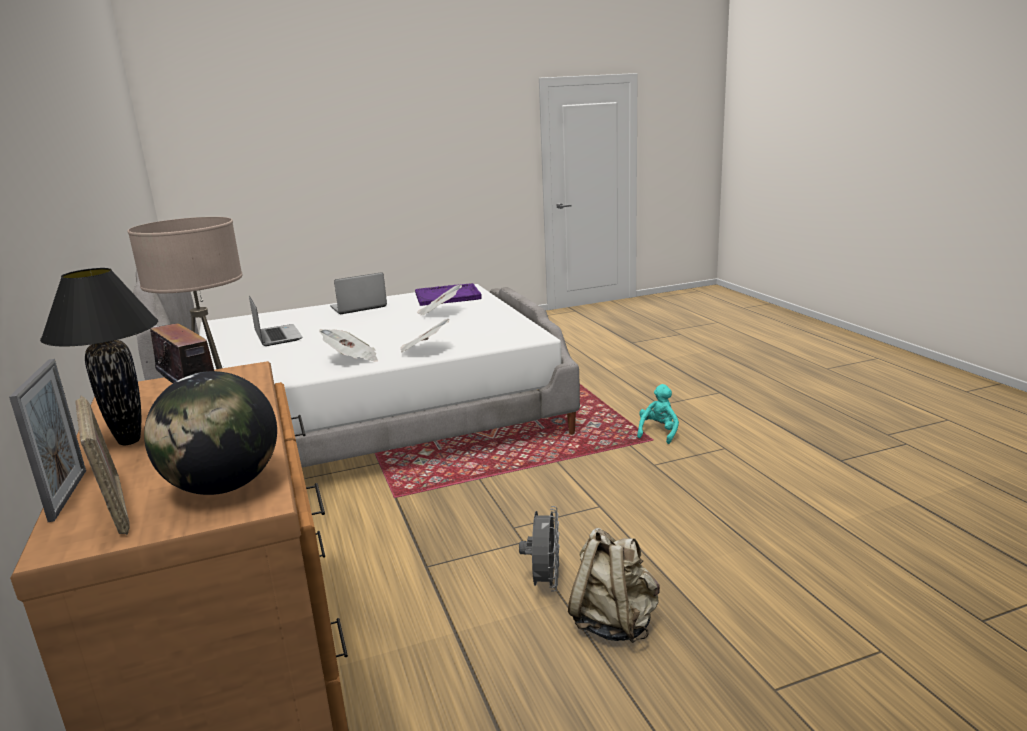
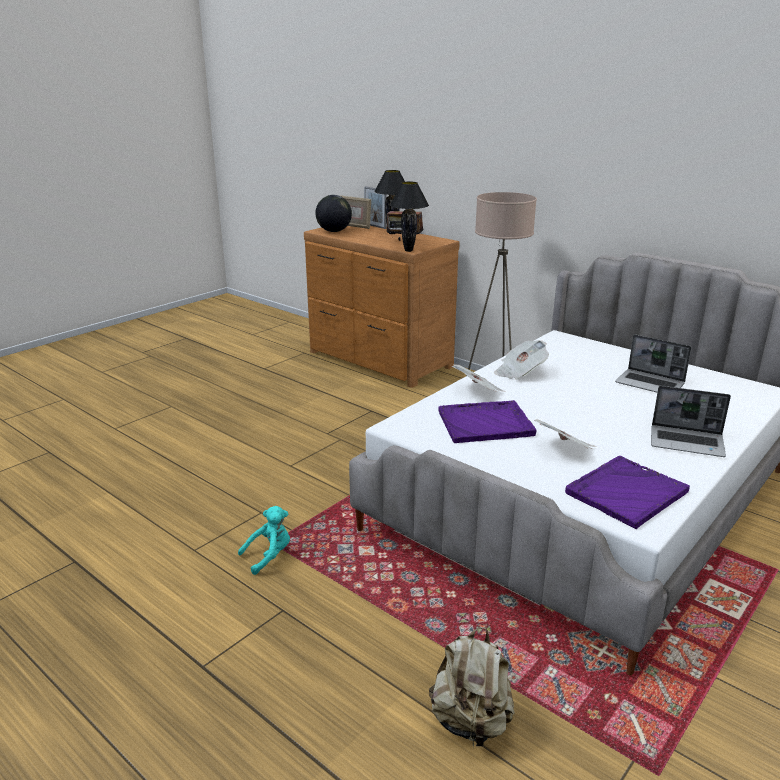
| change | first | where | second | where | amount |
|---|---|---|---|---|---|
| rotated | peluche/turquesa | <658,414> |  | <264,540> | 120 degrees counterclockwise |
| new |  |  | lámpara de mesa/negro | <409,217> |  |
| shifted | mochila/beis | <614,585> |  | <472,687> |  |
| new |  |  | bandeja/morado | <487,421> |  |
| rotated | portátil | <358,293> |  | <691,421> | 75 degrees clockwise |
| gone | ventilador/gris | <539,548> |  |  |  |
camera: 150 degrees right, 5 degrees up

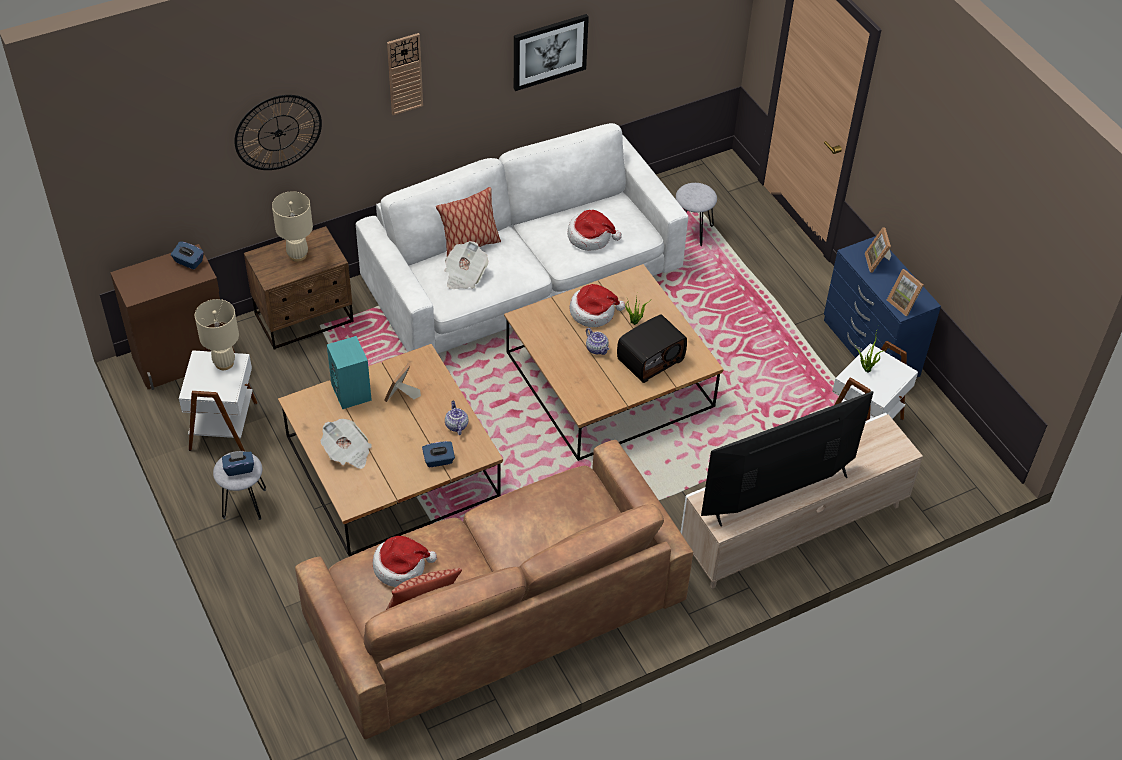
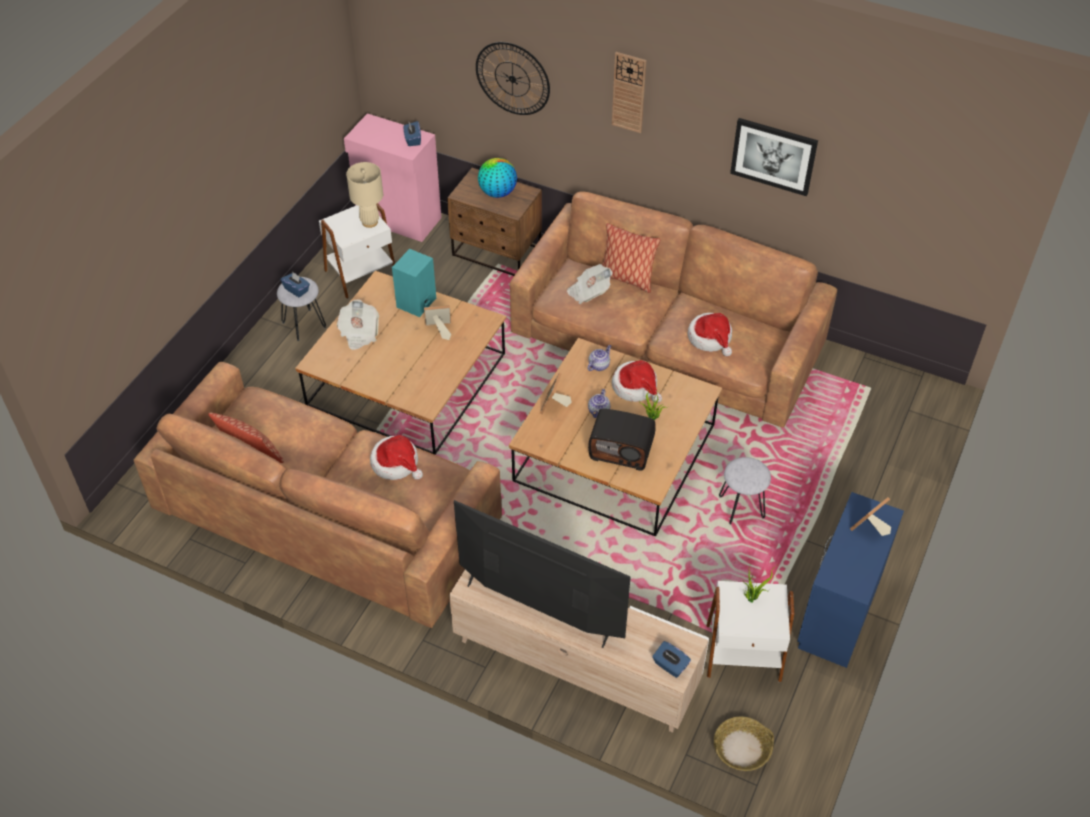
| change | first | where | second | where | amount |
|---|---|---|---|---|---|
| repainted | armario/marrón | <167,317> | armario/rosa | <392,177> |  |
| shifted | sombrero | <405,561> |  | <396,457> |  |
| swapped | lámpara de mesa/beis | <292,226> | globo terráqueo | <497,178> |  |
| repainted | sofá/blanco | <522,238> | sofá/marrón | <673,309> |  |
| shifted | portarretratos | <905,292> |  | <556,393> |  |
| shifted | tetera | <456,418> |  | <599,358> |  |
| shifted | caja de pañuelos/azul | <438,454> |  | <671,659> |  |
| new |  |  | cesta | <744,744> |  |
| shifted | taburete/gris | <696,214> |  | <745,490> |  |
camera: 55 degrees right, 0 degrees up

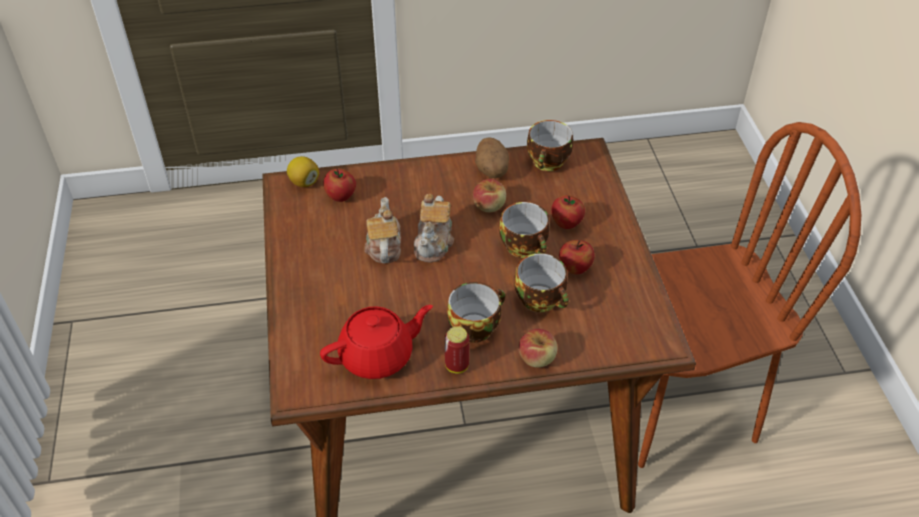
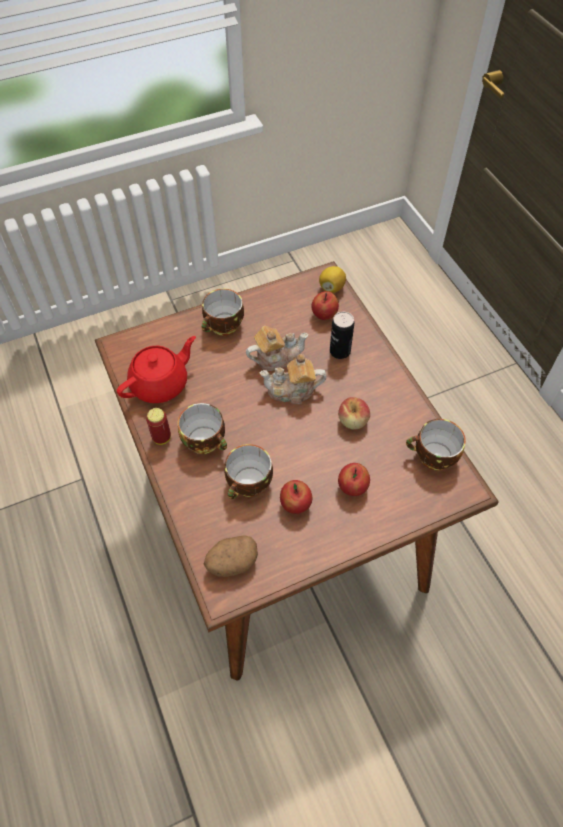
| change | first | where | second | where | amount |
|---|---|---|---|---|---|
| rotated | tetera/rojo | <376,342> |  | <156,369> | 90 degrees counterclockwise |
| shifted | taza | <524,230> |  | <222,312> |  |
| shifted | patata | <492,157> |  | <231,556> |  |
| new |  |  | lata | <342,335> |  |
| gone | manzana | <538,348> |  |  |  |
| gone | silla/marrón | <749,295> |  |  |  |
camera: 75 degrees right, 10 degrees up

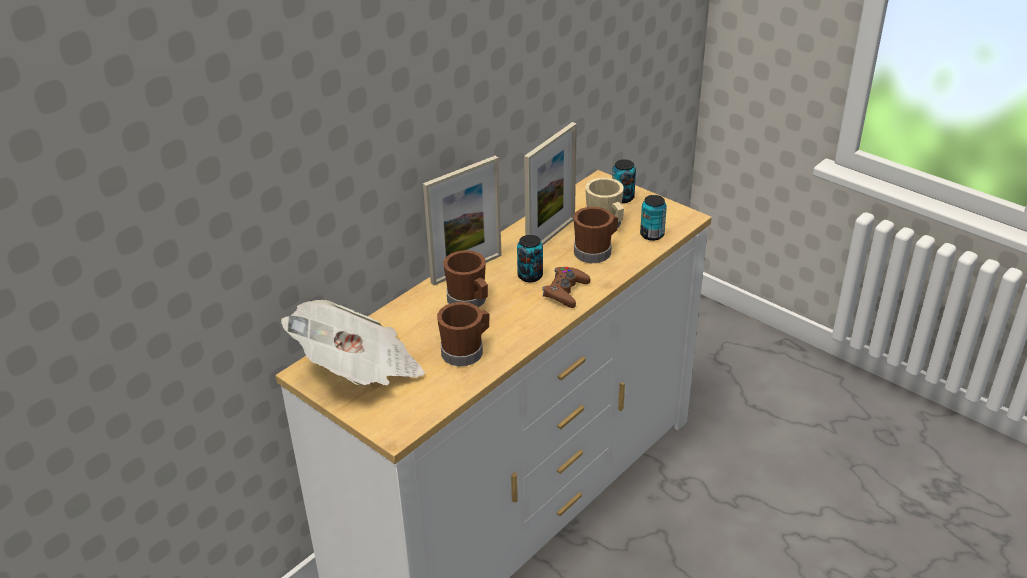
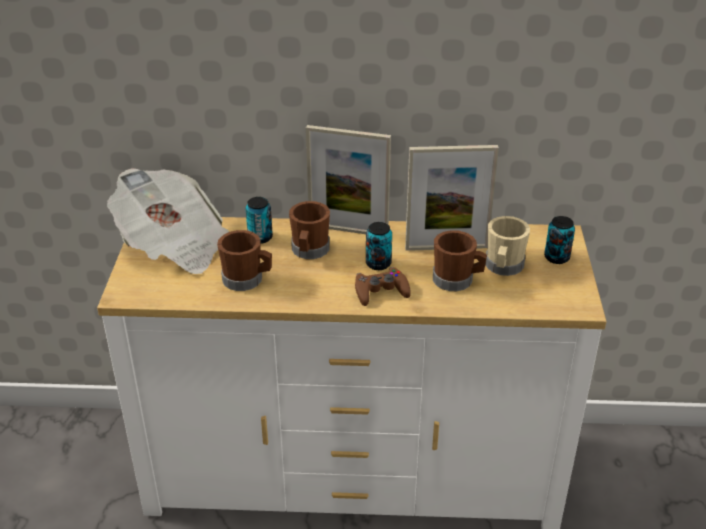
| change | first | where | second | where | amount |
|---|---|---|---|---|---|
| shifted | lata | <653,218> |  | <259,220> |  |
camera: 50 degrees right, 0 degrees up

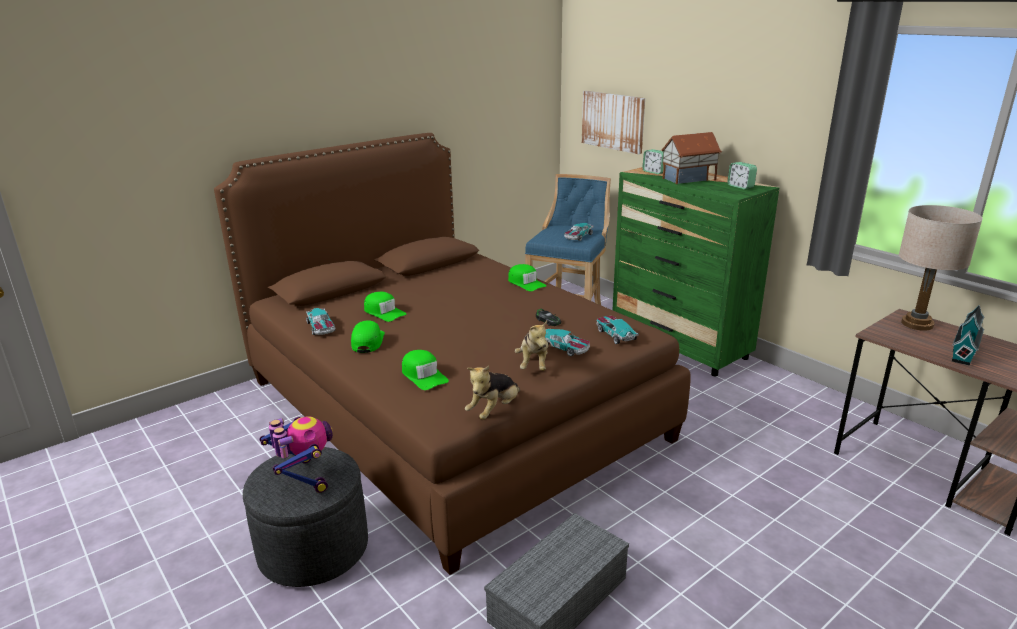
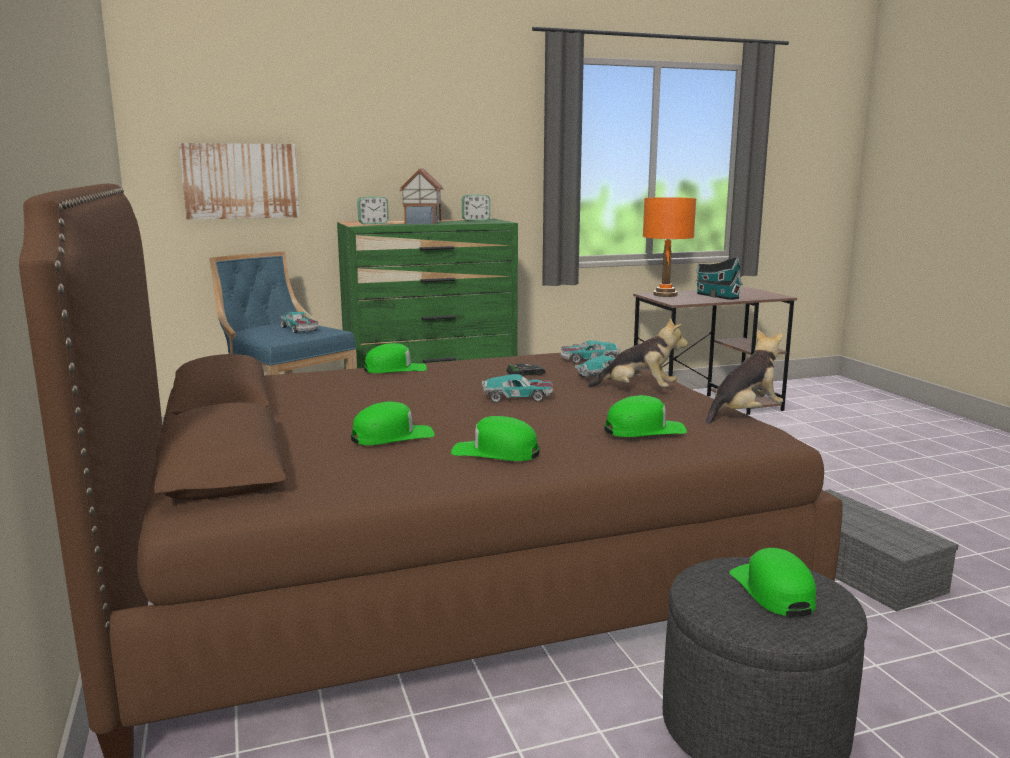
| change | first | where | second | where | amount |
|---|---|---|---|---|---|
| shifted | coche de juguete | <320,321> |  | <518,388> |  |
| repainted | lámpara de mesa/beis | <941,268> | lámpara de mesa/naranja | <669,247> |  |
| rotated | peluche | <492,393> |  | <744,376> | 90 degrees counterclockwise |
| swapped | robot de juguete | <296,454> | gorra/verde | <772,582> |  |
camera: 70 degrees left, 10 degrees down

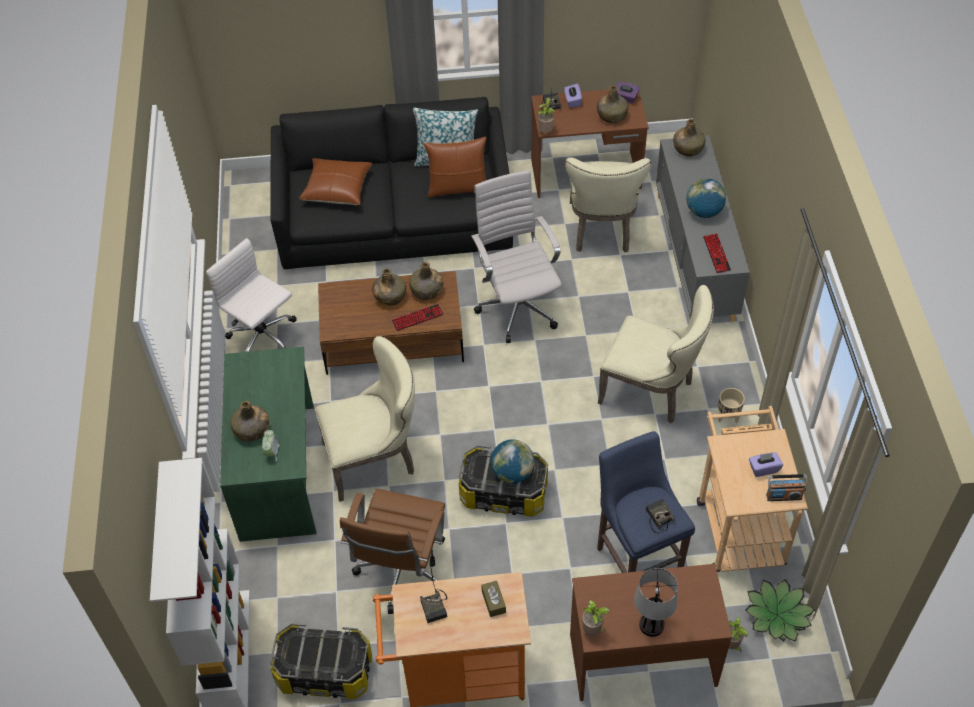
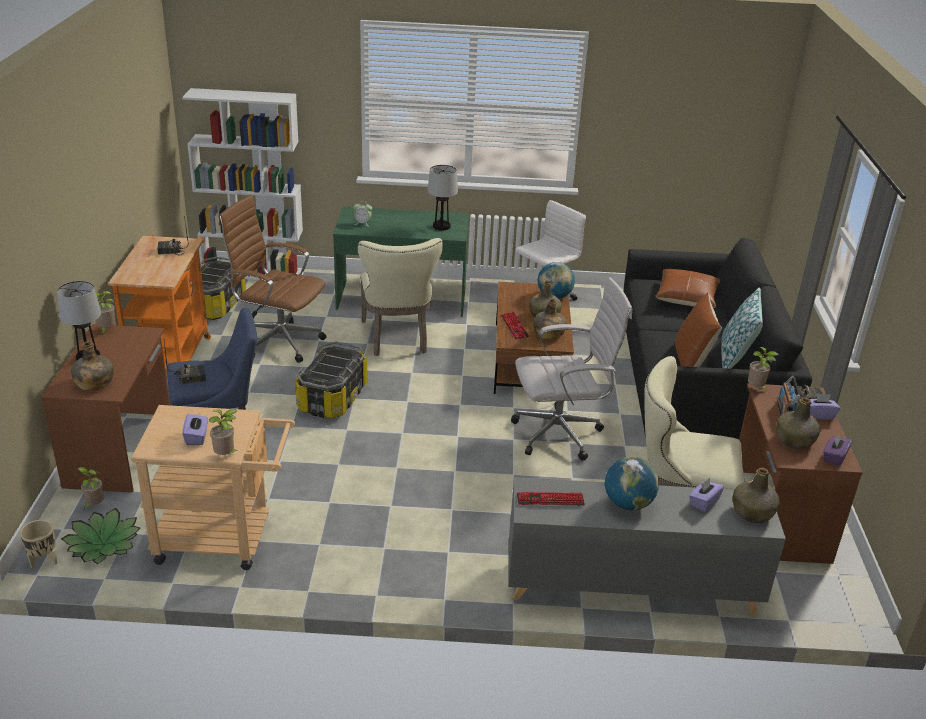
| change | first | where | second | where | amount |
|---|---|---|---|---|---|
| shifted | maceta/beis | <731,405> |  | <38,544> |  |
| shifted | botella/verde | <249,421> |  | <92,366> |  |
| new |  |  | planta en maceta | <223,432> |  |
| new |  |  | lámpara de mesa | <443,198> |  |
| shifted | globo terráqueo | <512,461> |  | <556,280> |  |
| new |  |  | caja de pañuelos/morado | <706,495> |  |
| shifted | radio | <786,487> |  | <789,395> |  |
| gone | caja de pañuelos/marrón | <493,599> |  |  |  |
| gone | silla/beis | <656,354> |  |  |  |
camera: 95 degrees right, 20 degrees down

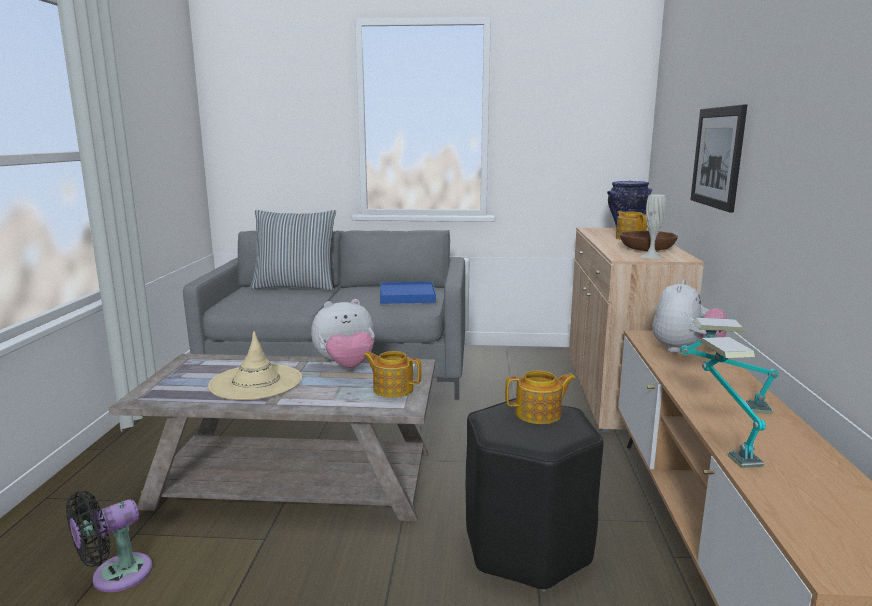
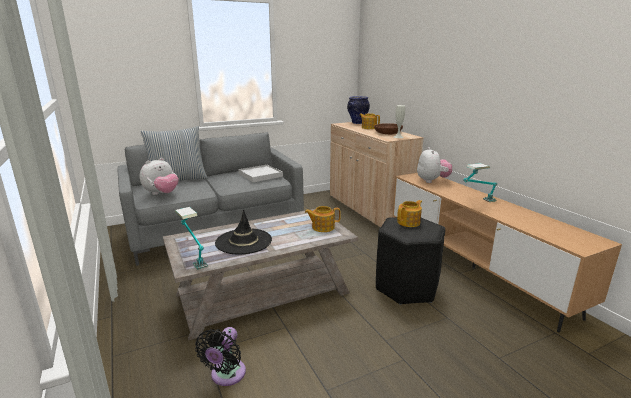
| change | first | where | second | where | amount |
|---|---|---|---|---|---|
| shifted | peluche | <343,333> |  | <159,176> |  |
| shifted | lámpara de mesa | <733,402> |  | <191,238> |  |
| repainted | sombrero/beis | <255,365> | sombrero/negro | <243,232> |  |
| repainted | bandeja/azul | <408,292> | bandeja/blanco | <260,173> |  |
| gone | cuadro | <718,158> |  |  |  |
camera: 30 degrees left, 5 degrees up

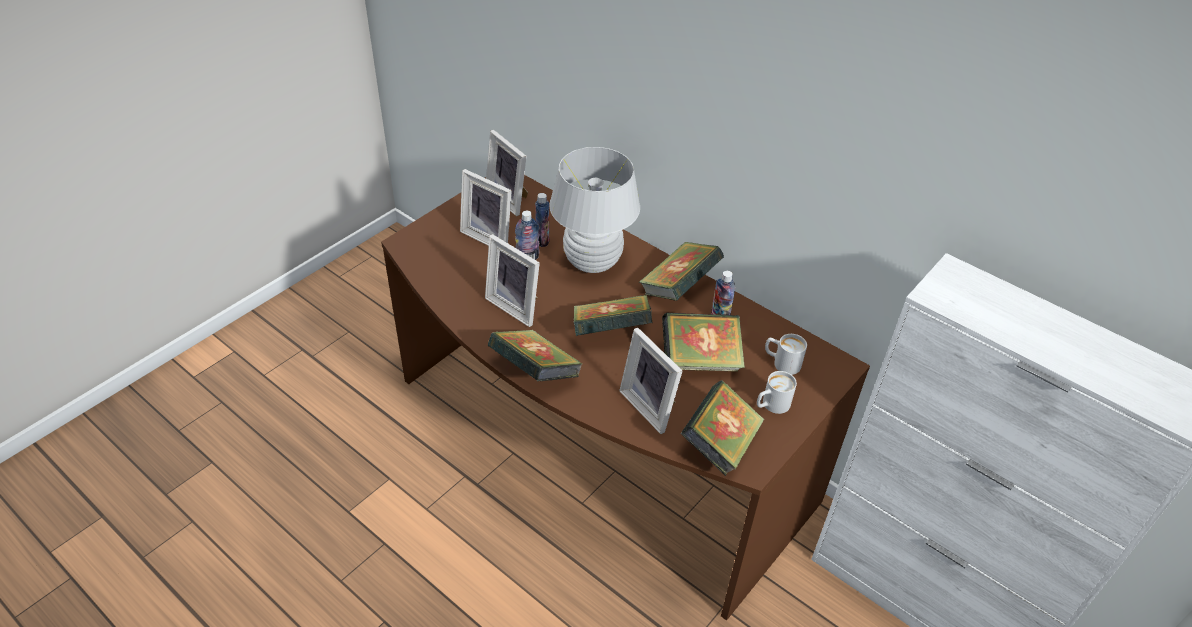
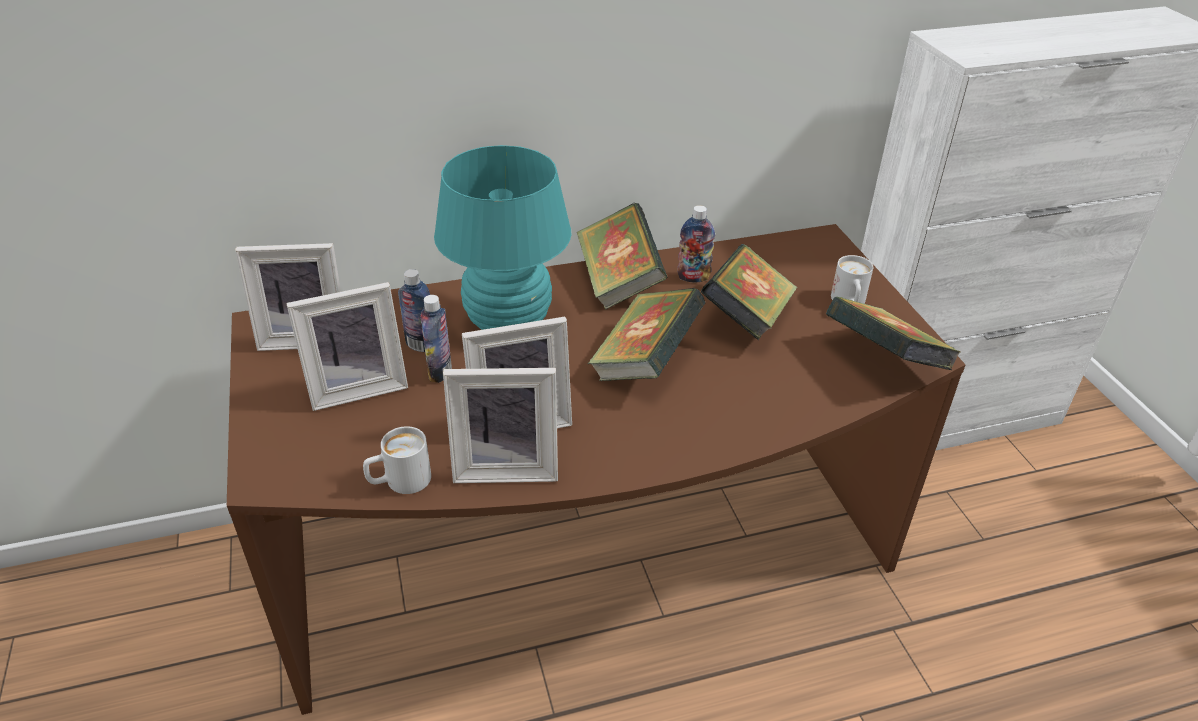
| change | first | where | second | where | amount |
|---|---|---|---|---|---|
| shifted | taza grande/blanco | <786,354> |  | <397,460> |  |
| repainted | lámpara de mesa/blanco | <594,210> | lámpara de mesa/turquesa | <502,237> |  |
| shifted | portarretratos | <651,381> |  | <500,425> |  |
| gone | libro | <535,355> |  |  |  |
camera: 55 degrees left, 5 degrees down

